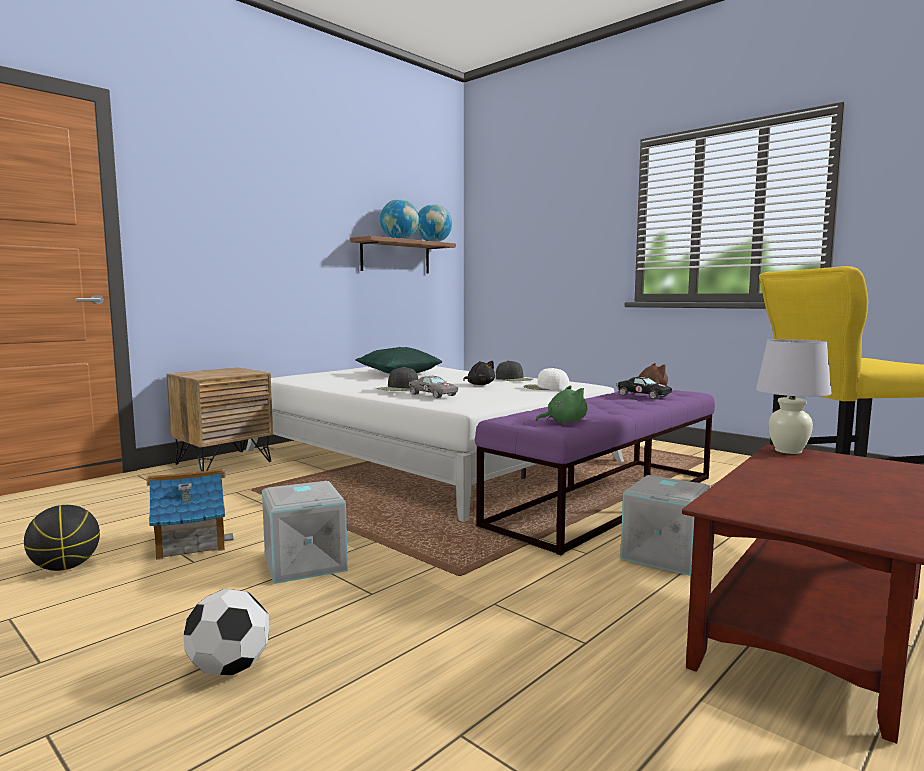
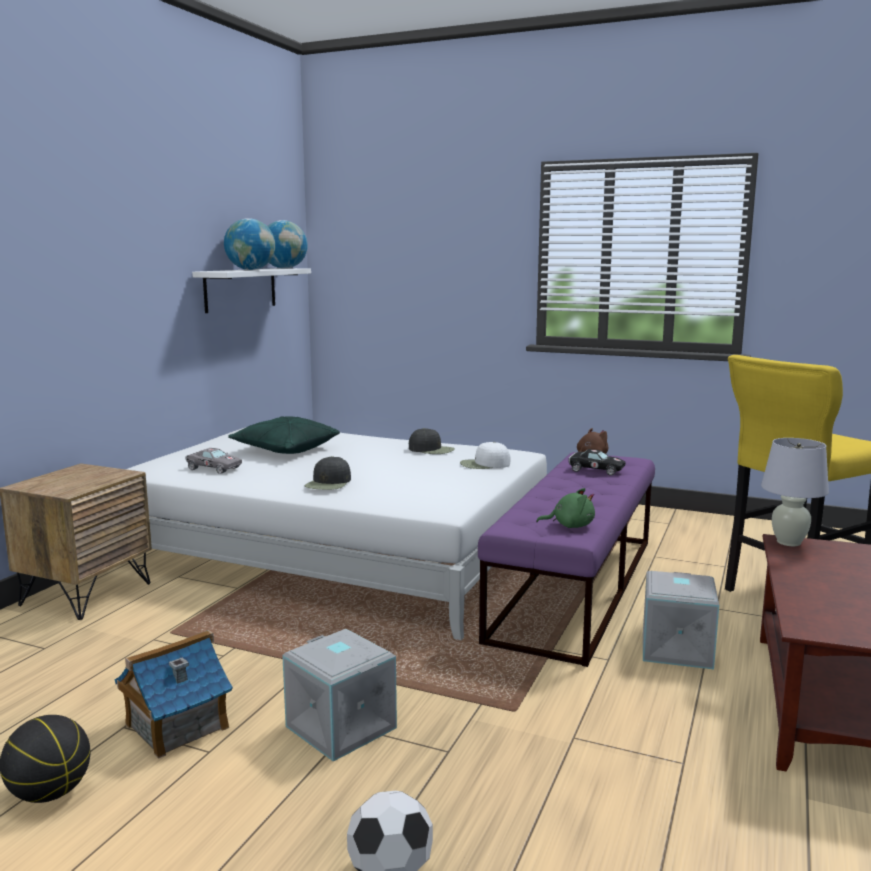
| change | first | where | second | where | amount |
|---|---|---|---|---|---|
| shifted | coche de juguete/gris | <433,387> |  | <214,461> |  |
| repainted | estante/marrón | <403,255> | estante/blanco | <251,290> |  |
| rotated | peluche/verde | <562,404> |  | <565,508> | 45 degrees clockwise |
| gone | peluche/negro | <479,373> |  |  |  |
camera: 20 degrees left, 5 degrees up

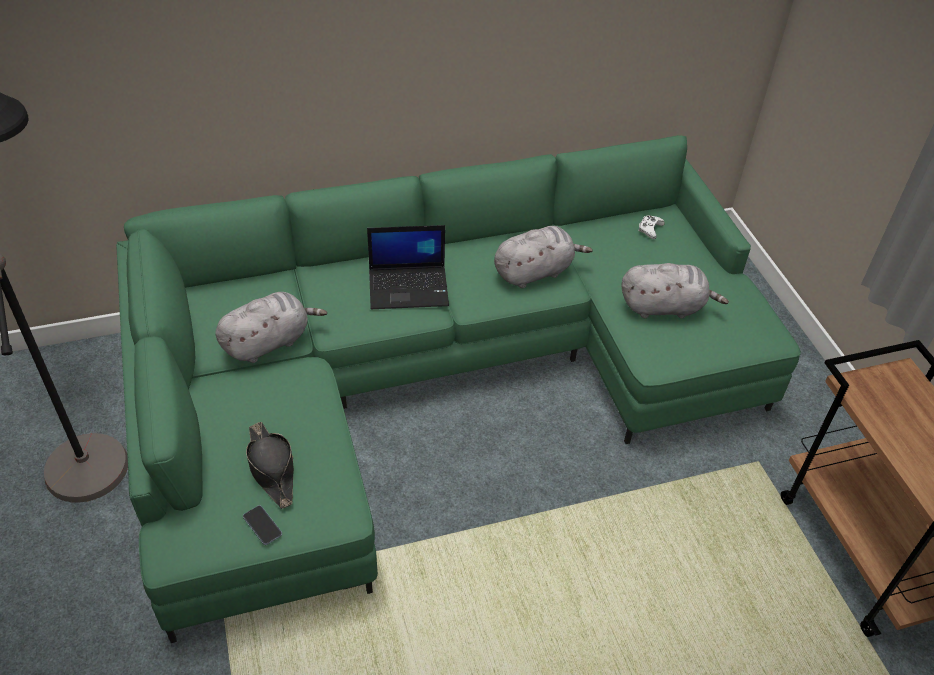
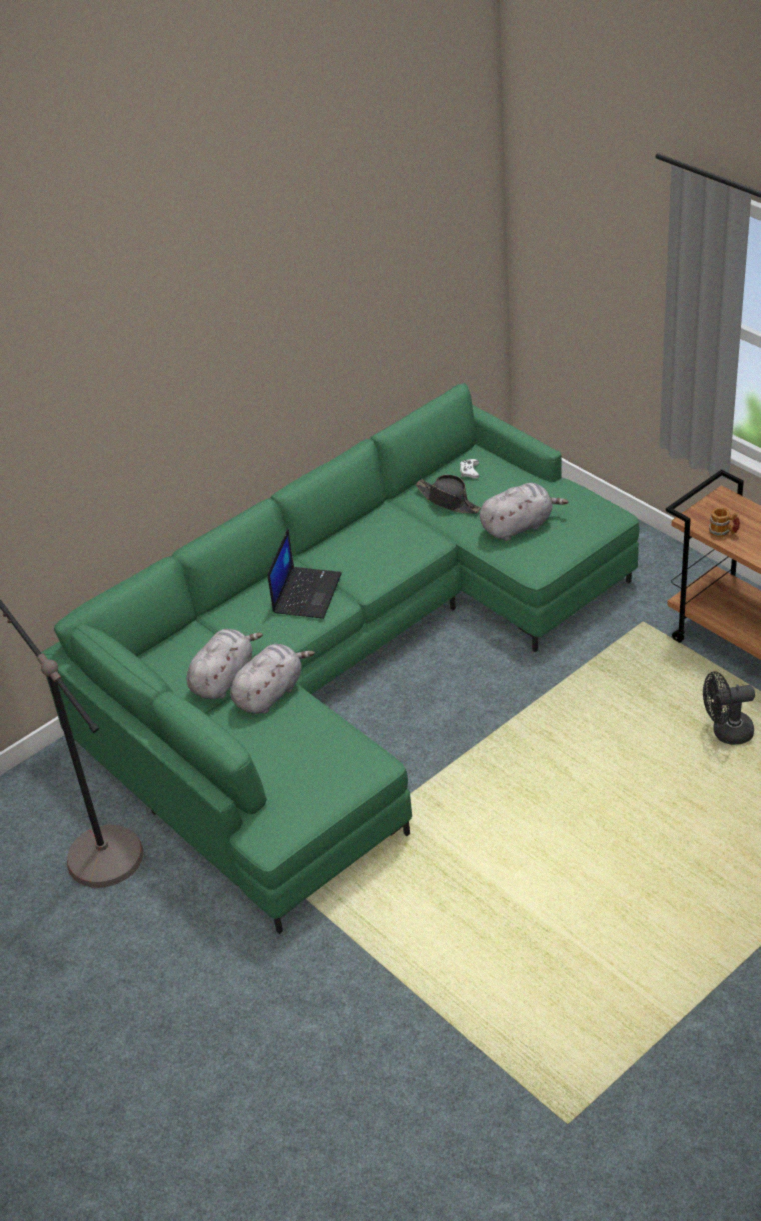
| change | first | where | second | where | amount |
|---|---|---|---|---|---|
| shifted | peluche/gris | <543,257> |  | <272,679> |  |
| rotated | portátil | <408,267> |  | <304,574> | 45 degrees counterclockwise |
| shifted | sombrero/negro | <270,465> |  | <448,494> |  |
| new |  |  | ventilador/negro | <729,708> |  |
| new |  |  | taza grande | <724,522> |  |
| gone | móvil | <262,525> |  |  |  |
camera: 20 degrees left, 5 degrees down

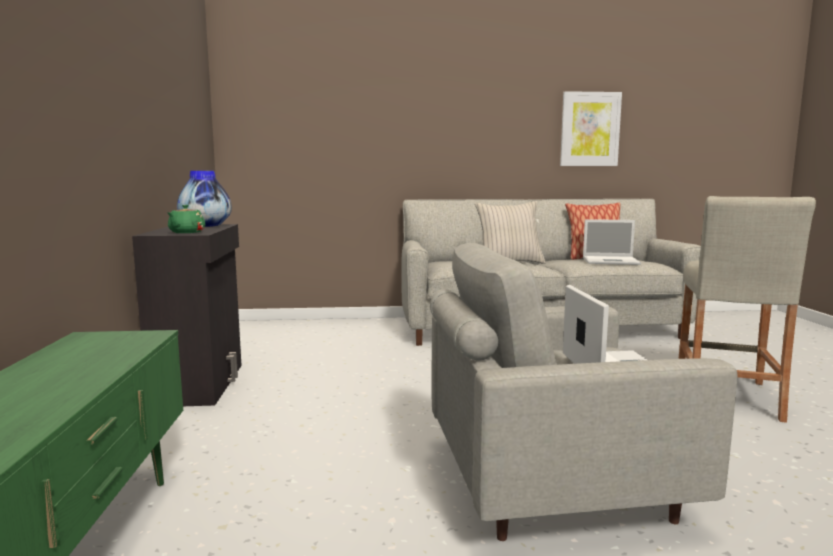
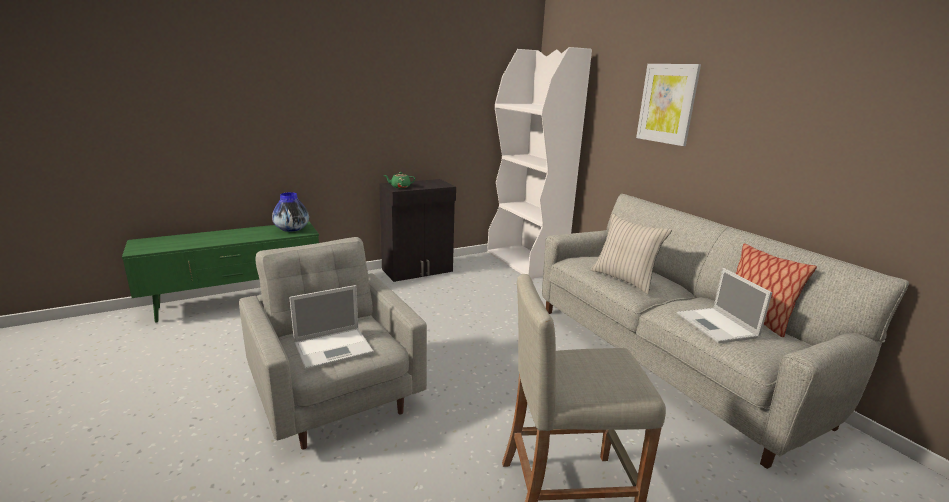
| change | first | where | second | where | amount |
|---|---|---|---|---|---|
| shifted | florero | <204,199> |  | <290,212> |  |
| new |  |  | estantería/blanco | <539,163> |  |
| shifted | cuadro | <591,128> |  | <668,105> |  |
camera: 65 degrees right, 10 degrees up

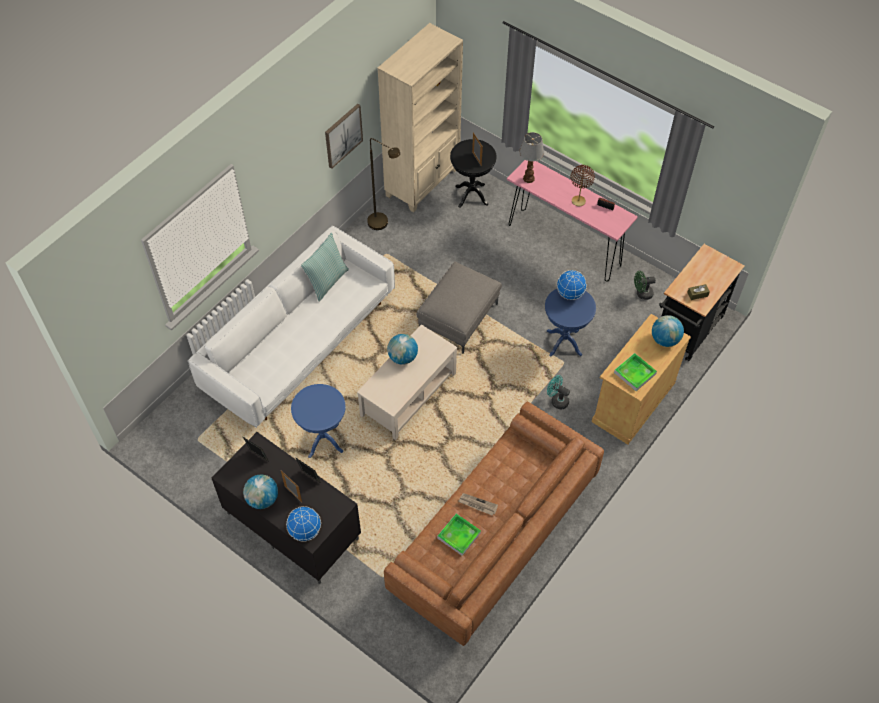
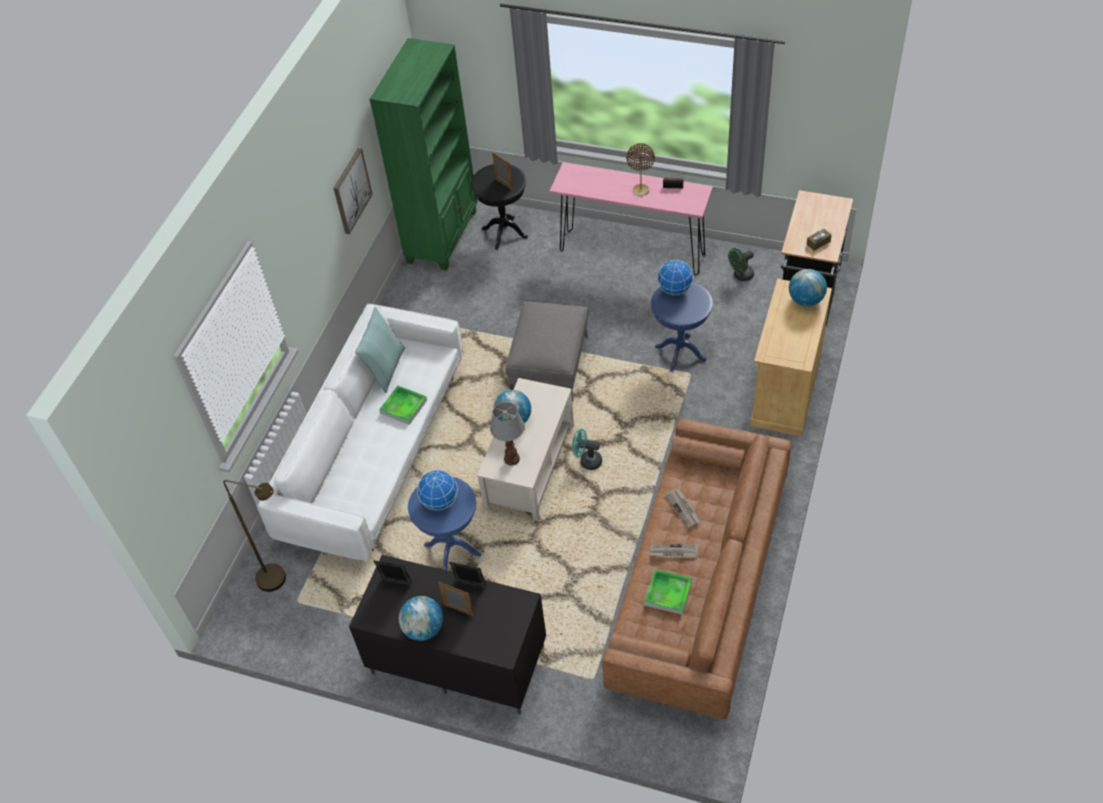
| change | first | where | second | where | amount |
|---|---|---|---|---|---|
| shifted | lámpara de pie/marrón | <383,184> |  | <254,536> |  |
| repainted | estantería/beis | <420,117> | estantería/verde | <424,154> |  |
| shifted | bandeja | <635,372> |  | <403,405> |  |
| shifted | globo terráqueo | <303,524> |  | <437,490> |  |
| shifted | lámpara de mesa | <531,157> |  | <507,434> |  |
| shifted | ventilador/turquesa | <558,392> |  | <587,449> |  |
| new |  |  | periódico | <683,508> |  |
camera: 15 degrees left, 5 degrees down

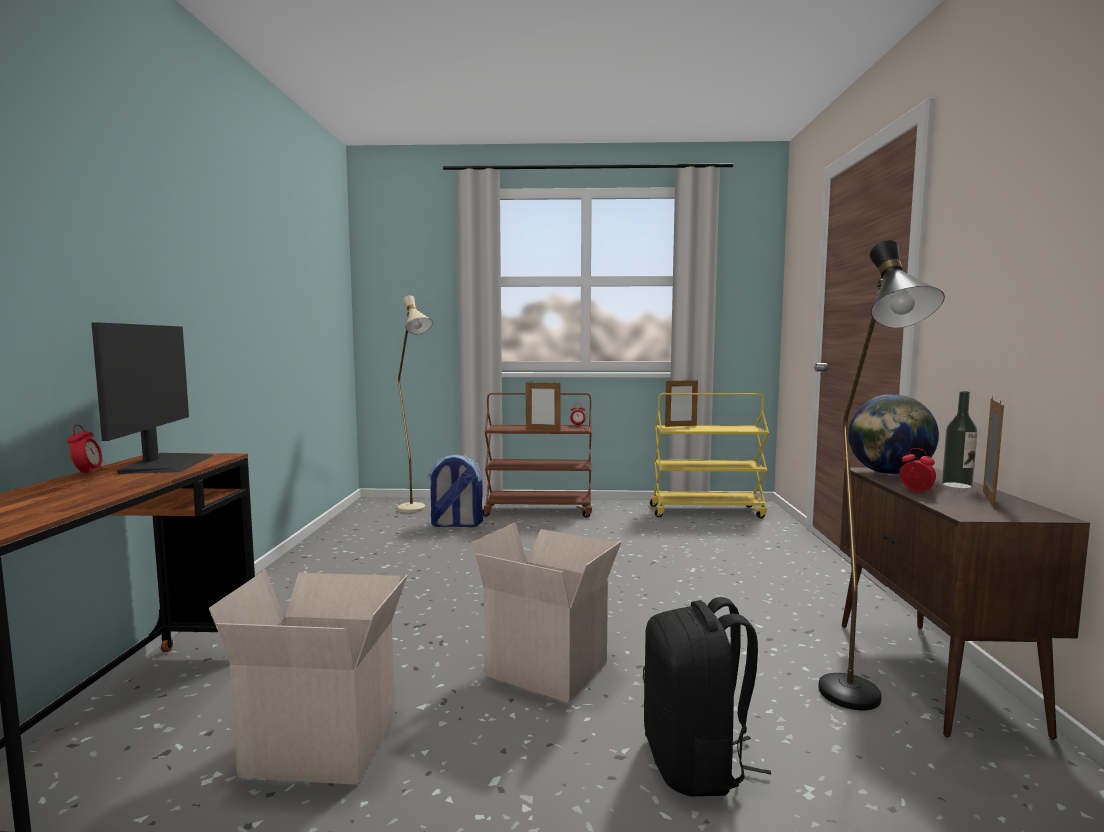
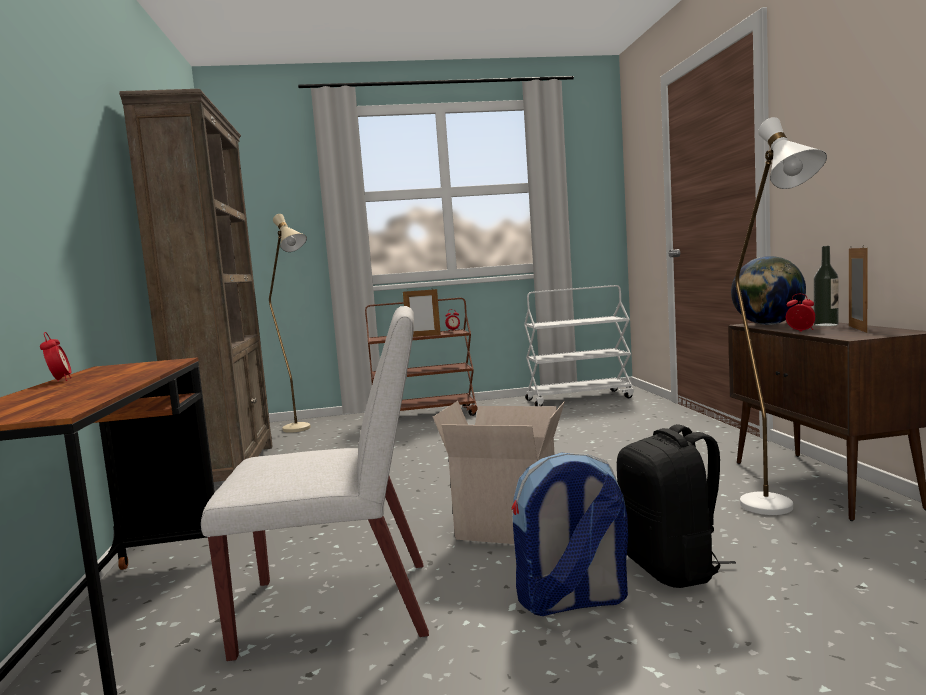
| change | first | where | second | where | amount |
|---|---|---|---|---|---|
| new |  |  | estantería/marrón | <196,285> |  |
| swapped | caja de cartón | <308,677> | silla/blanco | <315,484> |  |
| shifted | mochila | <455,490> |  | <569,534> |  |
| repainted | carrito/amarillo | <709,455> | carrito/blanco | <579,345> |  |
| repainted | lámpara de pie/negro | <881,475> | lámpara de pie/blanco | <781,316> |  |
| gone | monitor | <152,398> |  |  |  |
| gone | portarretratos | <681,403> |  |  |  |
camera: 10 degrees left, 0 degrees up

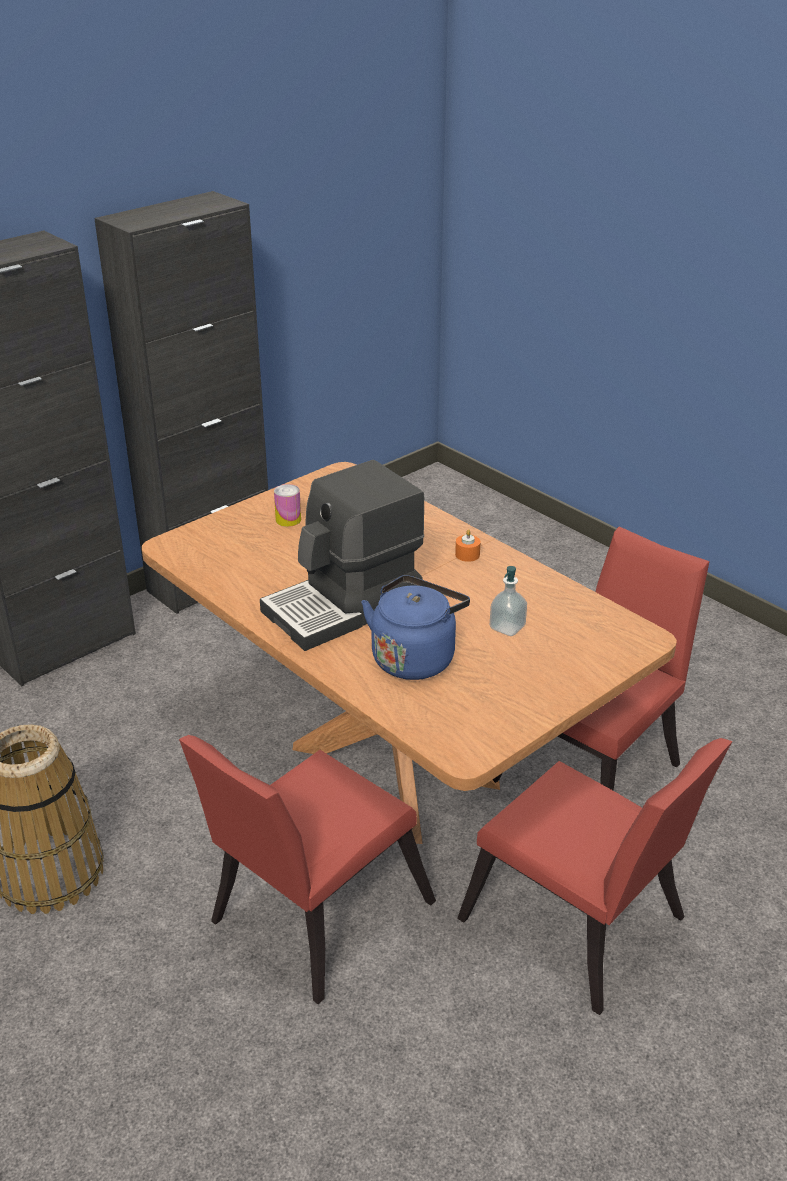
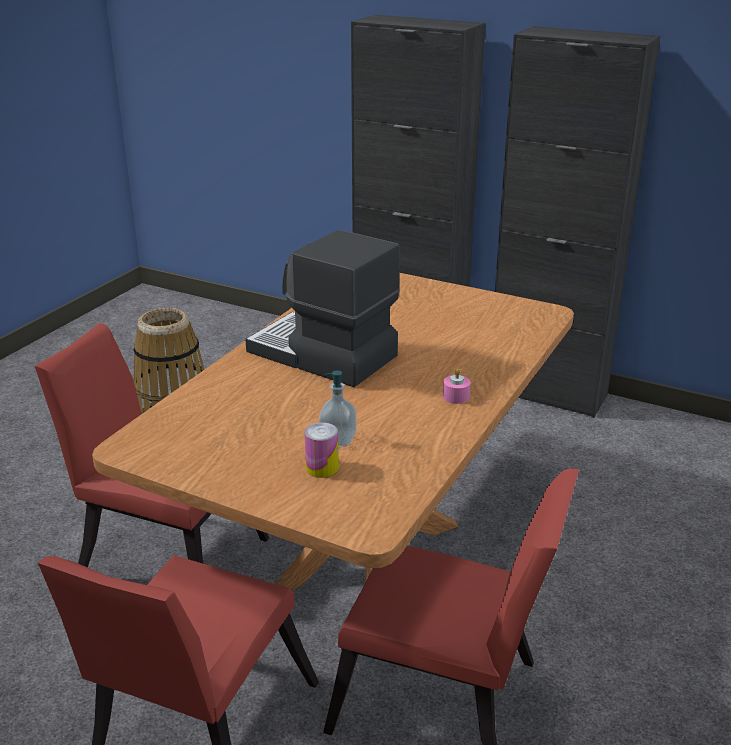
| change | first | where | second | where | amount |
|---|---|---|---|---|---|
| shifted | lata | <287,505> |  | <322,450> |  |
| repainted | vela/naranja | <468,545> | vela/rosa | <457,386> |  |
| gone | hervidor/azul | <415,627> |  |  |  |
camera: 70 degrees right, 5 degrees down

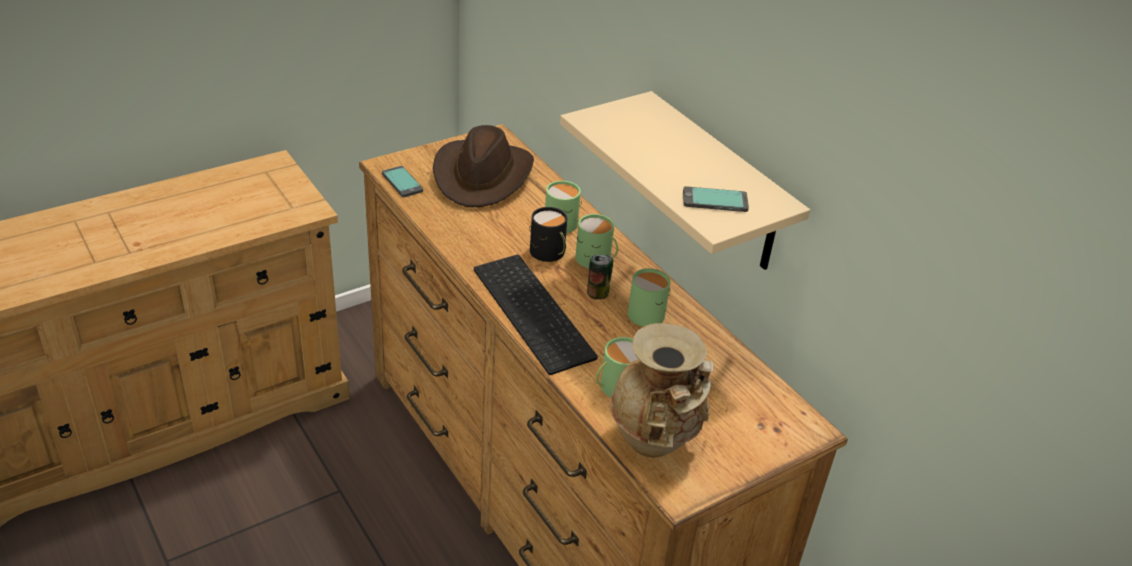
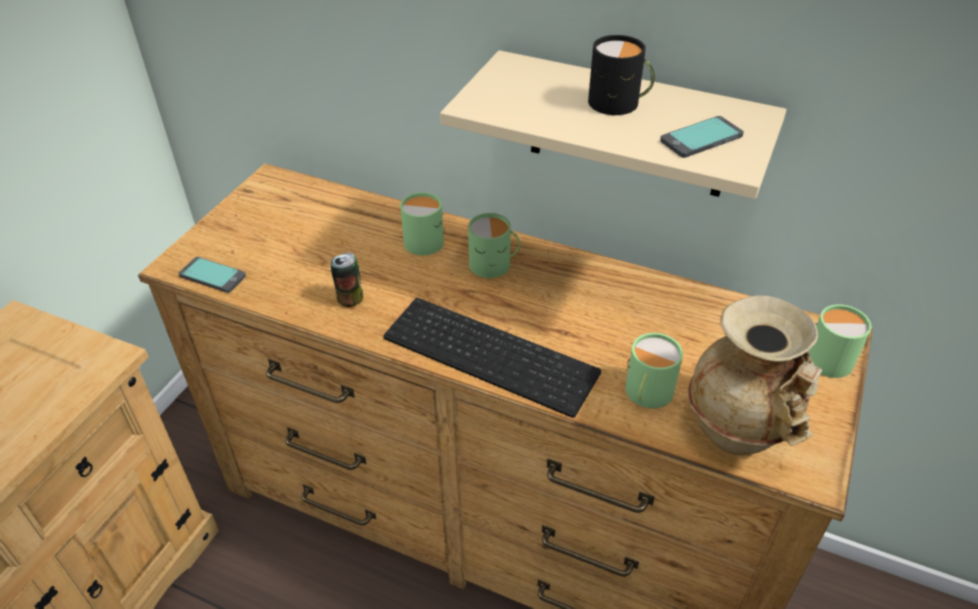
| change | first | where | second | where | amount |
|---|---|---|---|---|---|
| shifted | lata | <600,277> |  | <347,279> |  |
| shifted | taza grande/negro | <548,234> |  | <621,75> |  |
| shifted | taza grande/verde | <649,297> |  | <840,341> |  |
| gone | sombrero/marrón | <483,166> |  |  |  |
camera: 30 degrees left, 5 degrees up

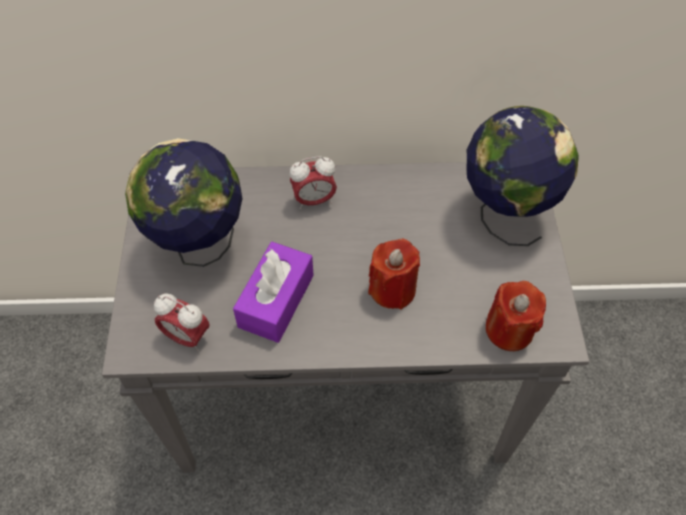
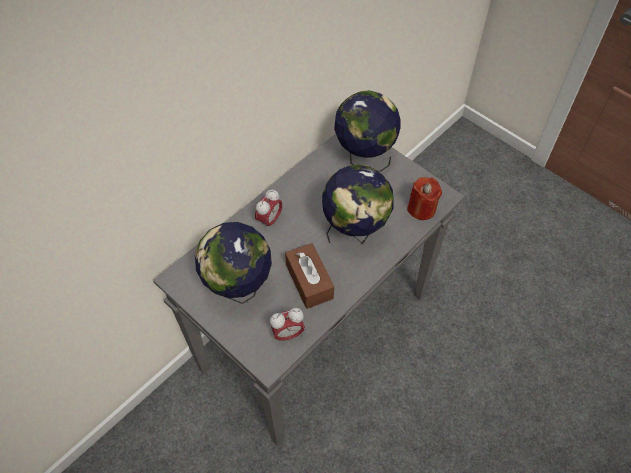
| change | first | where | second | where | amount |
|---|---|---|---|---|---|
| repainted | caja de pañuelos/morado | <273,292> | caja de pañuelos/marrón | <309,276> |  |
| swapped | vela/rojo | <394,274> | globo terráqueo | <358,204> |  |
camera: 45 degrees left, 0 degrees up

